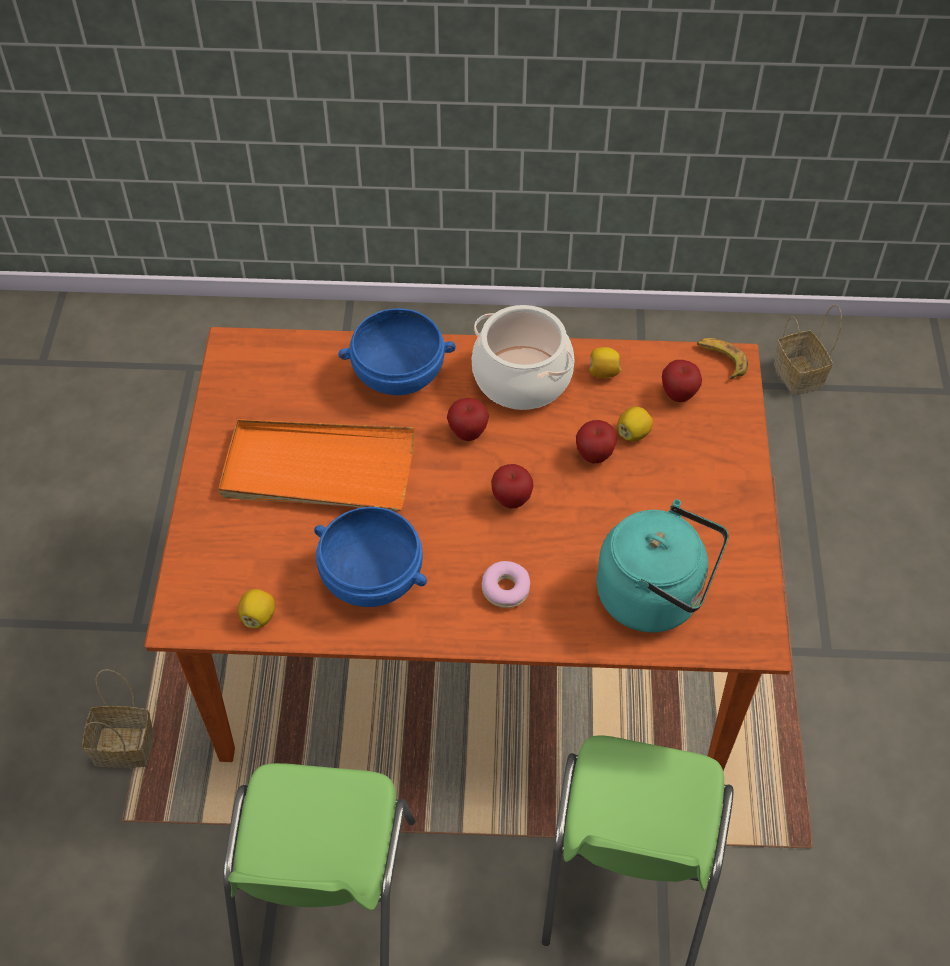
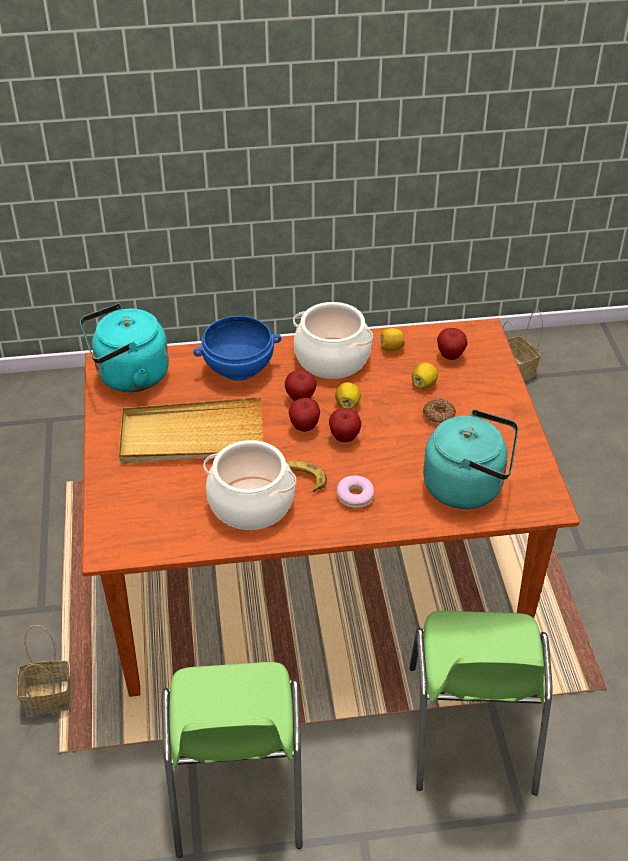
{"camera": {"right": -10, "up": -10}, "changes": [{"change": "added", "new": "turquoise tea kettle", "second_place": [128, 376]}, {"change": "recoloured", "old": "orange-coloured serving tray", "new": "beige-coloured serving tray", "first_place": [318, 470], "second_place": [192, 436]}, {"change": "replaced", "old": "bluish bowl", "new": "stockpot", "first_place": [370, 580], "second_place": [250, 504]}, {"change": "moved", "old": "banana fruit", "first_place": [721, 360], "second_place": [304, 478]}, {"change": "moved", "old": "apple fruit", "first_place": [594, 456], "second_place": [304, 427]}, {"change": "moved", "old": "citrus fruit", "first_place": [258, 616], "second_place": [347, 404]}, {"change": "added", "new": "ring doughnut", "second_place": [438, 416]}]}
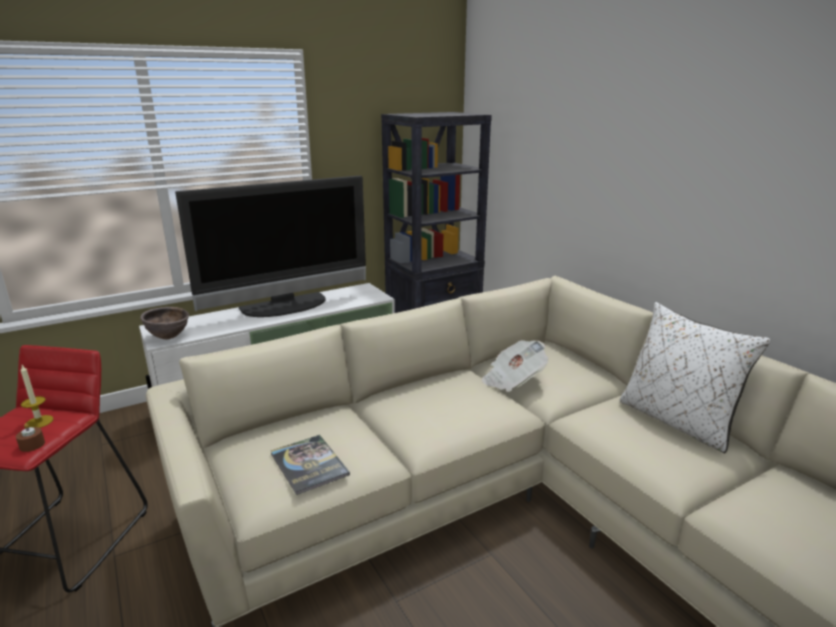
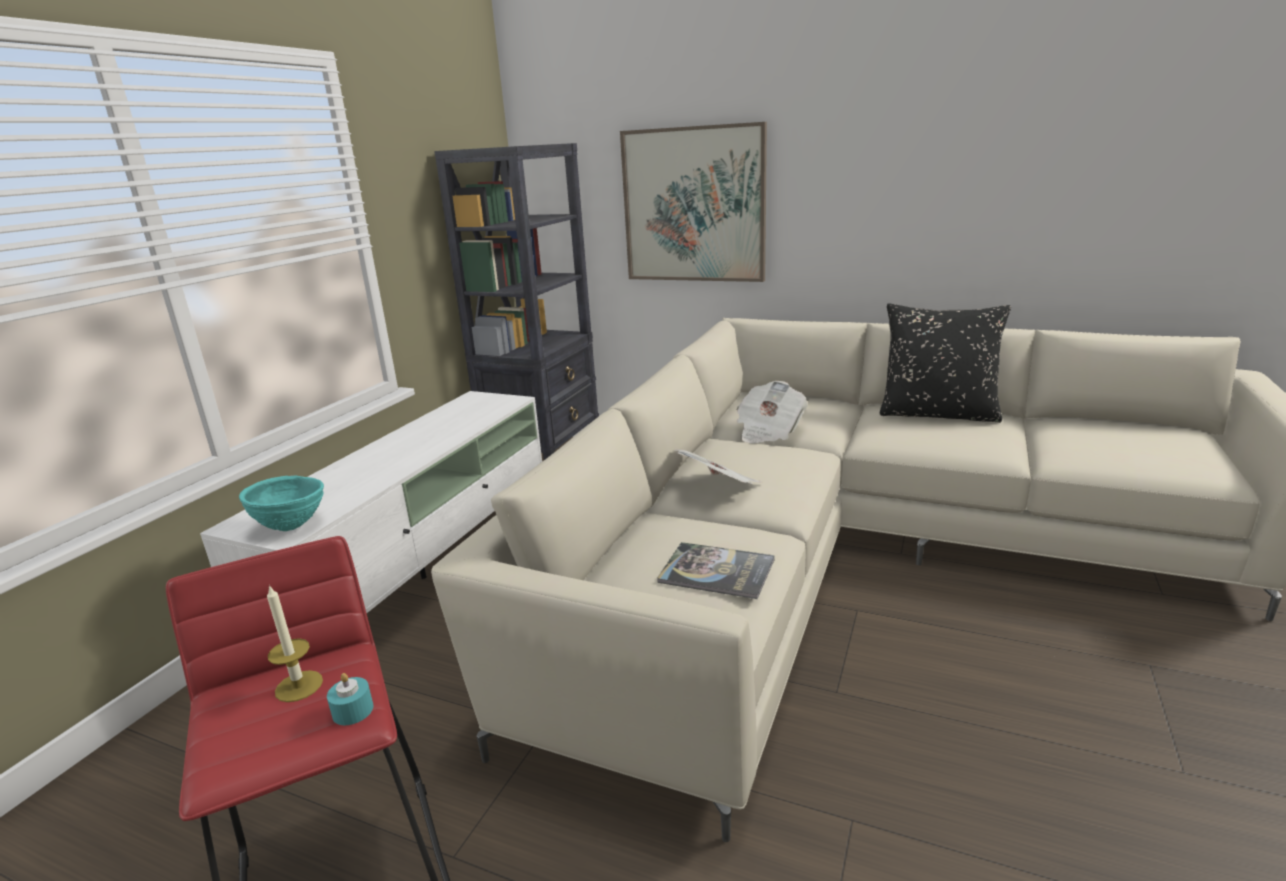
{"camera": {"right": -35, "up": 0}, "changes": [{"change": "recoloured", "old": "brown-coloured bowl", "new": "turquoise bowl", "first_place": [169, 337], "second_place": [291, 527]}, {"change": "recoloured", "old": "brown-coloured wax candle", "new": "turquoise wax candle", "first_place": [32, 445], "second_place": [353, 710]}, {"change": "added", "new": "wall picture", "second_place": [694, 205]}, {"change": "added", "new": "newspaper", "second_place": [719, 488]}, {"change": "recoloured", "old": "whitish pillow", "new": "blackish pillow", "first_place": [677, 421], "second_place": [938, 414]}, {"change": "removed", "old": "TV", "first_place": [286, 306]}]}
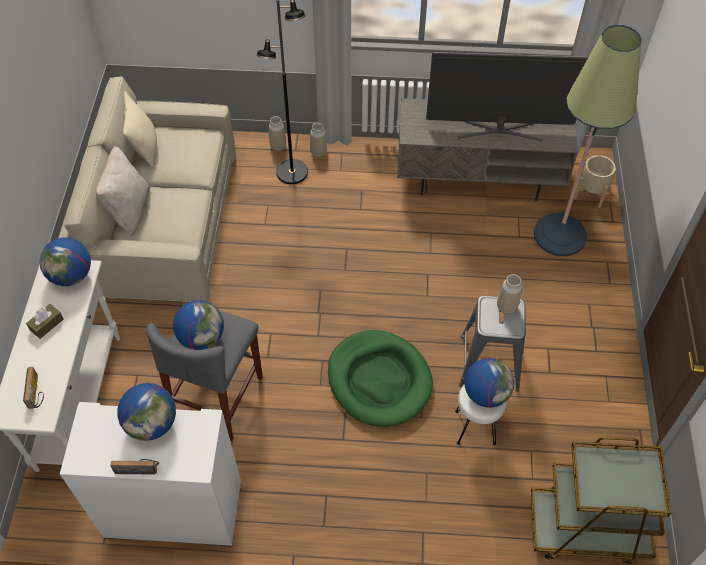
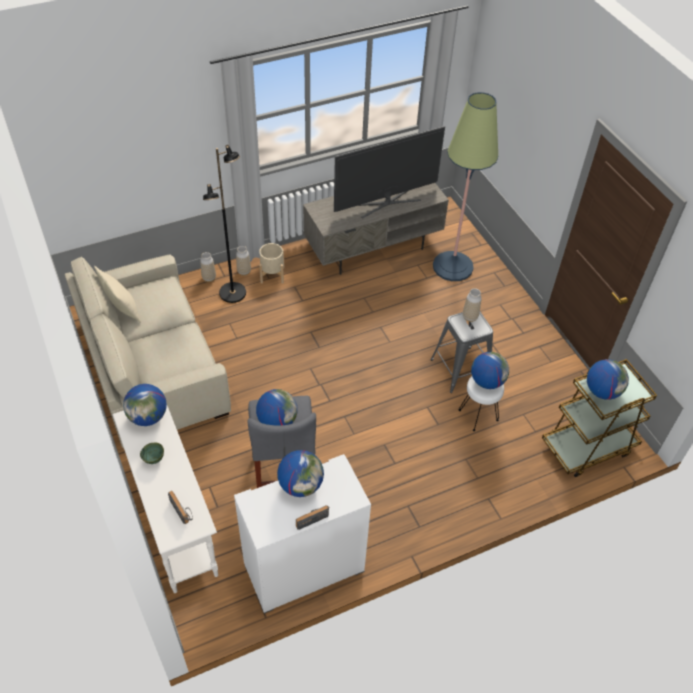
{"camera": {"right": -30, "up": -5}, "changes": [{"change": "replaced", "old": "brown-coloured tissue box", "new": "greenish bowl", "first_place": [46, 324], "second_place": [154, 459]}, {"change": "moved", "old": "beige-coloured plant pot", "first_place": [591, 193], "second_place": [272, 275]}, {"change": "added", "new": "desk globe", "second_place": [602, 391]}, {"change": "removed", "old": "beige-coloured pillow", "first_place": [129, 210]}, {"change": "removed", "old": "greenish dog bed", "first_place": [379, 380]}]}
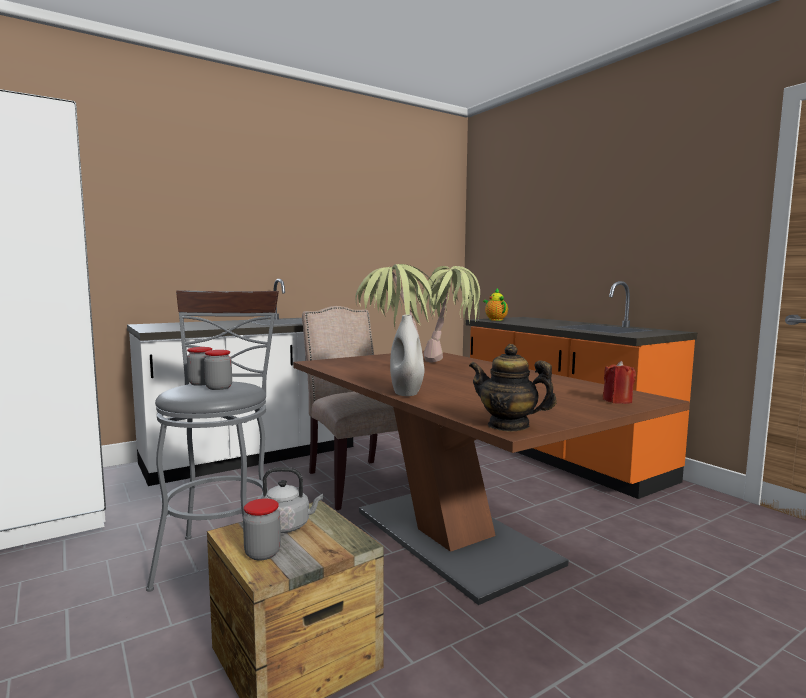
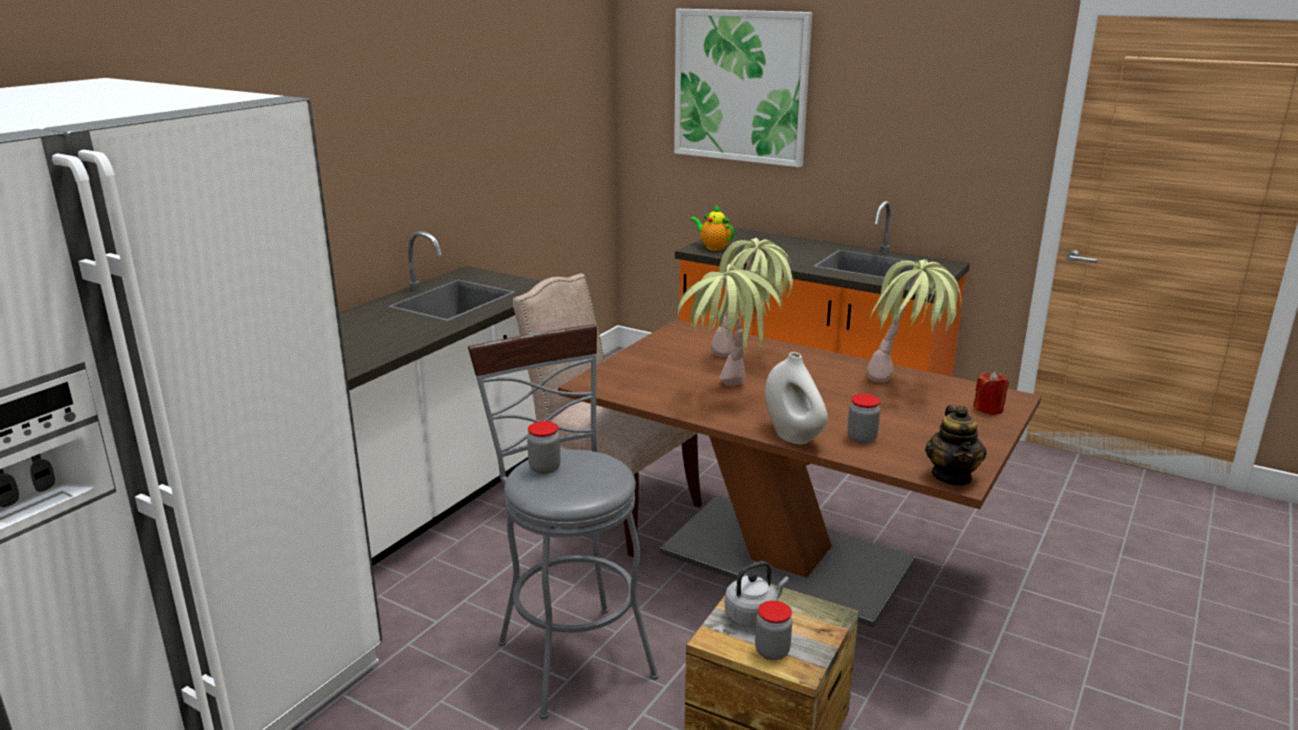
{"camera": {"right": -25, "up": 15}, "changes": [{"change": "added", "new": "wall picture", "second_place": [740, 86]}, {"change": "moved", "old": "preserve jar", "first_place": [219, 388], "second_place": [861, 438]}, {"change": "added", "new": "houseplant", "second_place": [906, 388]}, {"change": "turned", "old": "teapot", "first_place": [508, 425], "second_place": [952, 476], "degrees": -90}]}
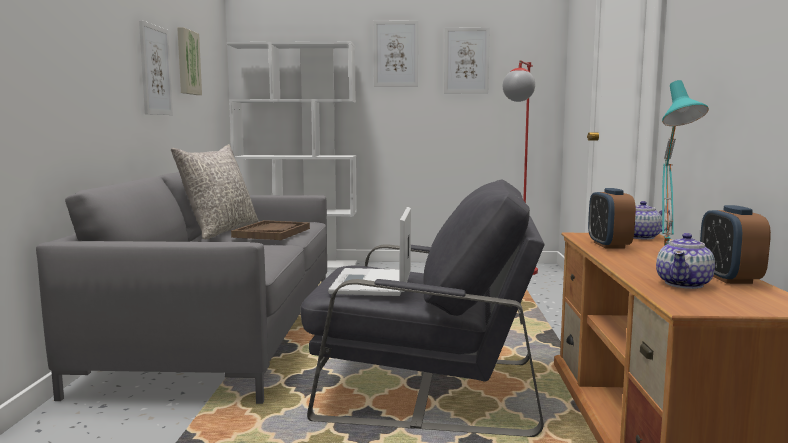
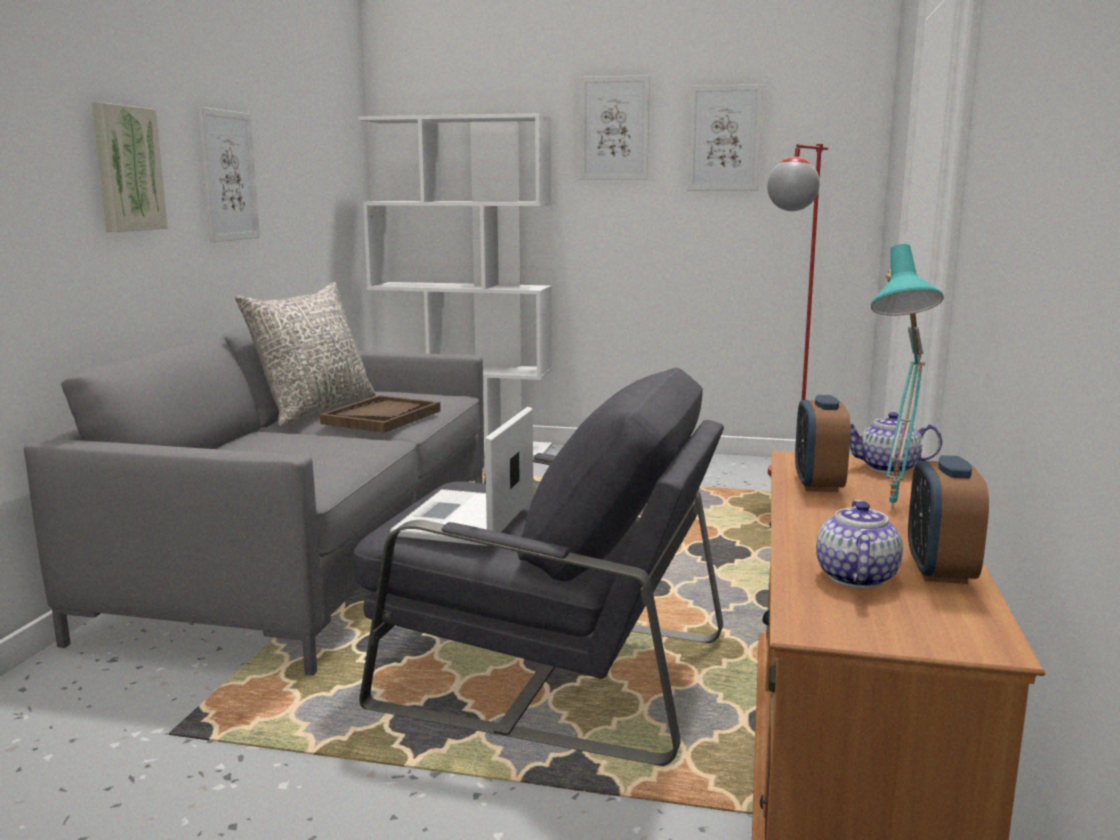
{"camera": {"right": 10, "up": 5}, "changes": [{"change": "moved", "old": "wall picture", "first_place": [187, 62], "second_place": [126, 169]}, {"change": "turned", "old": "teapot", "first_place": [684, 284], "second_place": [855, 577], "degrees": 150}]}
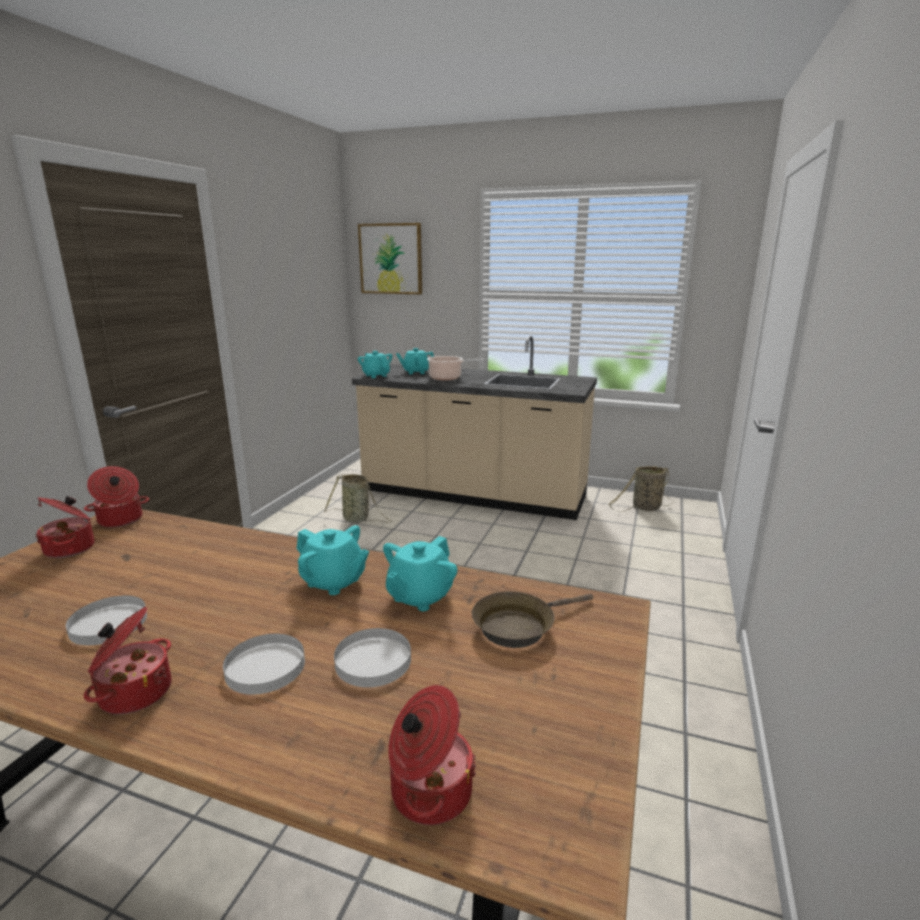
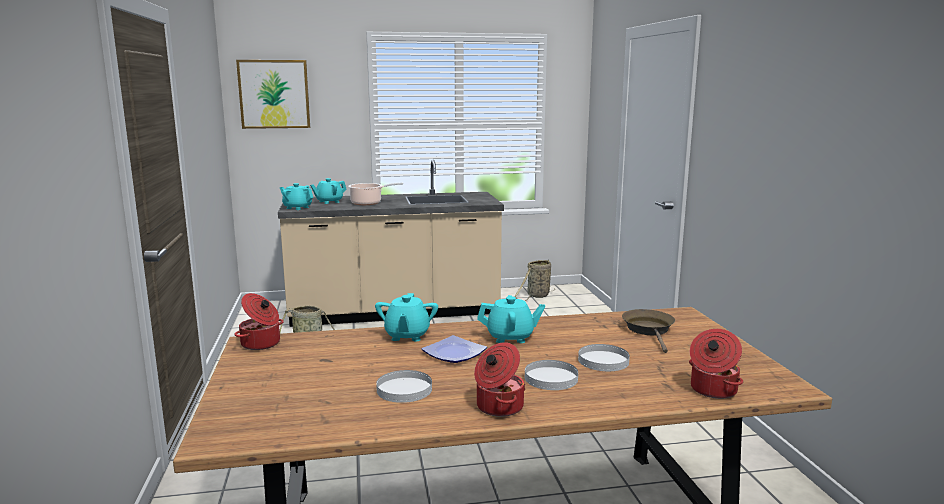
{"camera": {"right": -30, "up": -5}, "changes": [{"change": "moved", "old": "turquoise teapot", "first_place": [419, 596], "second_place": [407, 335]}, {"change": "added", "new": "flat dish", "second_place": [453, 353]}, {"change": "turned", "old": "brown-coloured frying pan", "first_place": [519, 626], "second_place": [649, 330], "degrees": 150}, {"change": "removed", "old": "stockpot", "first_place": [71, 548]}]}
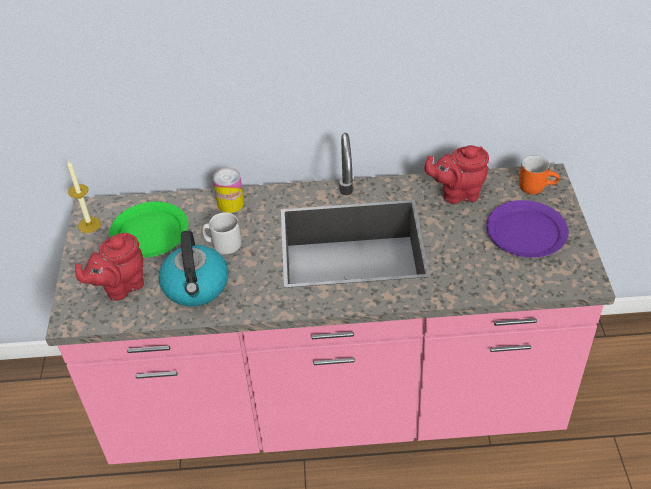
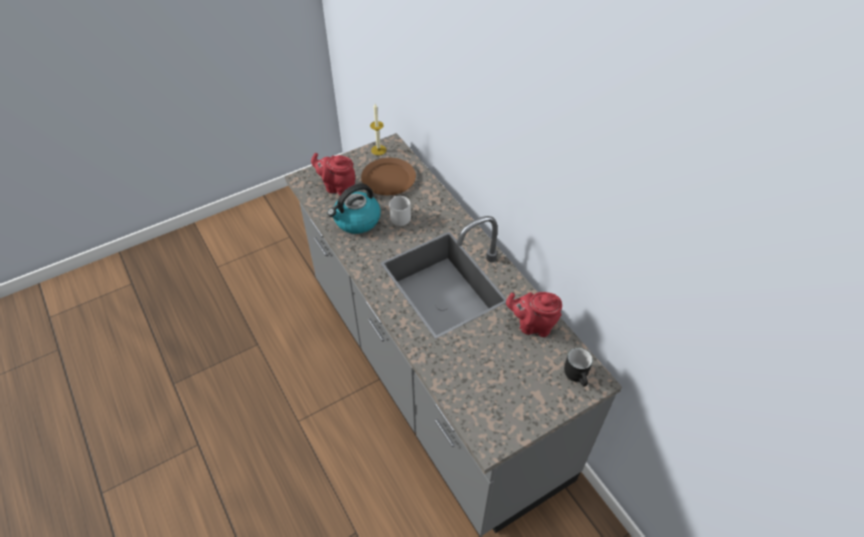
{"camera": {"right": 60, "up": 5}, "changes": [{"change": "recoloured", "old": "pink kitchen base unit", "new": "gray kitchen base unit", "first_place": [334, 403], "second_place": [432, 376]}, {"change": "recoloured", "old": "greenish flat dish", "new": "brown-coloured flat dish", "first_place": [150, 233], "second_place": [388, 179]}, {"change": "turned", "old": "red teapot", "first_place": [457, 193], "second_place": [533, 325], "degrees": -45}, {"change": "recoloured", "old": "orange-coloured coffee mug", "new": "blackish coffee mug", "first_place": [536, 186], "second_place": [578, 375]}, {"change": "removed", "old": "can", "first_place": [230, 203]}, {"change": "removed", "old": "purple flat dish", "first_place": [526, 232]}]}
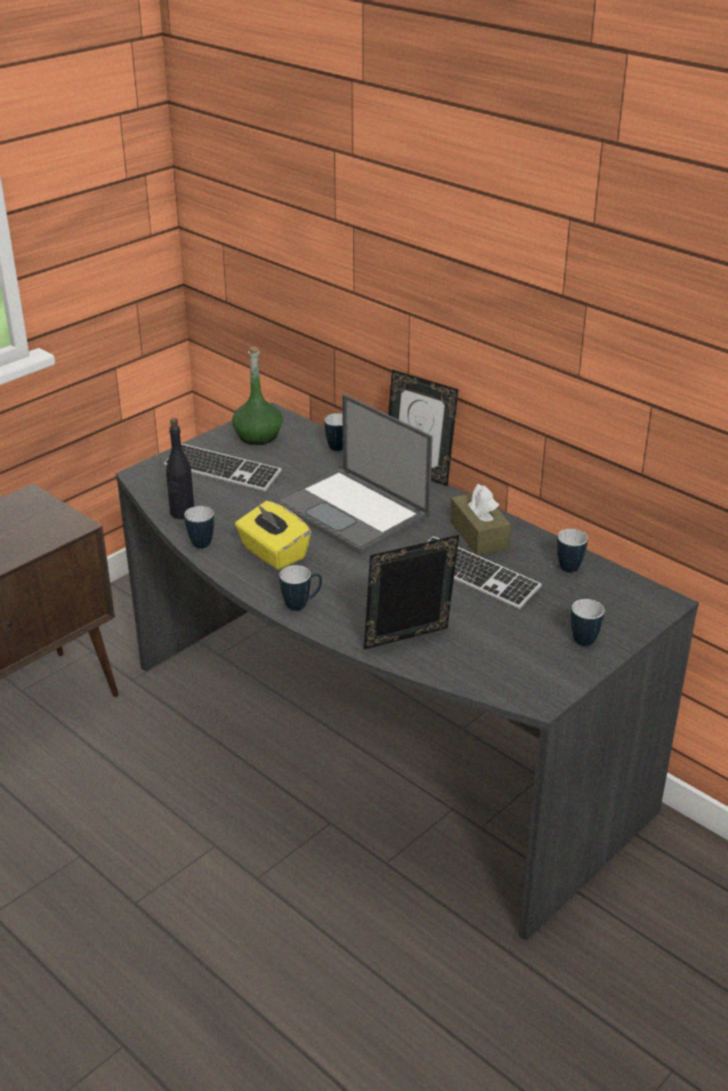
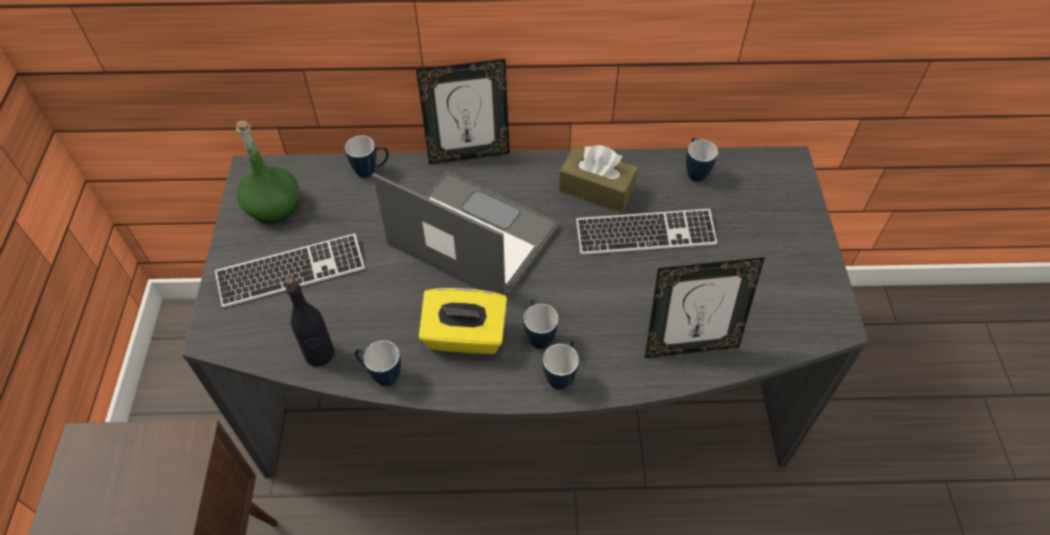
{"camera": {"right": -45, "up": 20}, "changes": [{"change": "turned", "old": "notebook computer", "first_place": [354, 511], "second_place": [471, 235], "degrees": -150}, {"change": "moved", "old": "coffee mug", "first_place": [586, 637], "second_place": [538, 335]}, {"change": "turned", "old": "photo frame", "first_place": [409, 643], "second_place": [690, 345], "degrees": -120}]}
